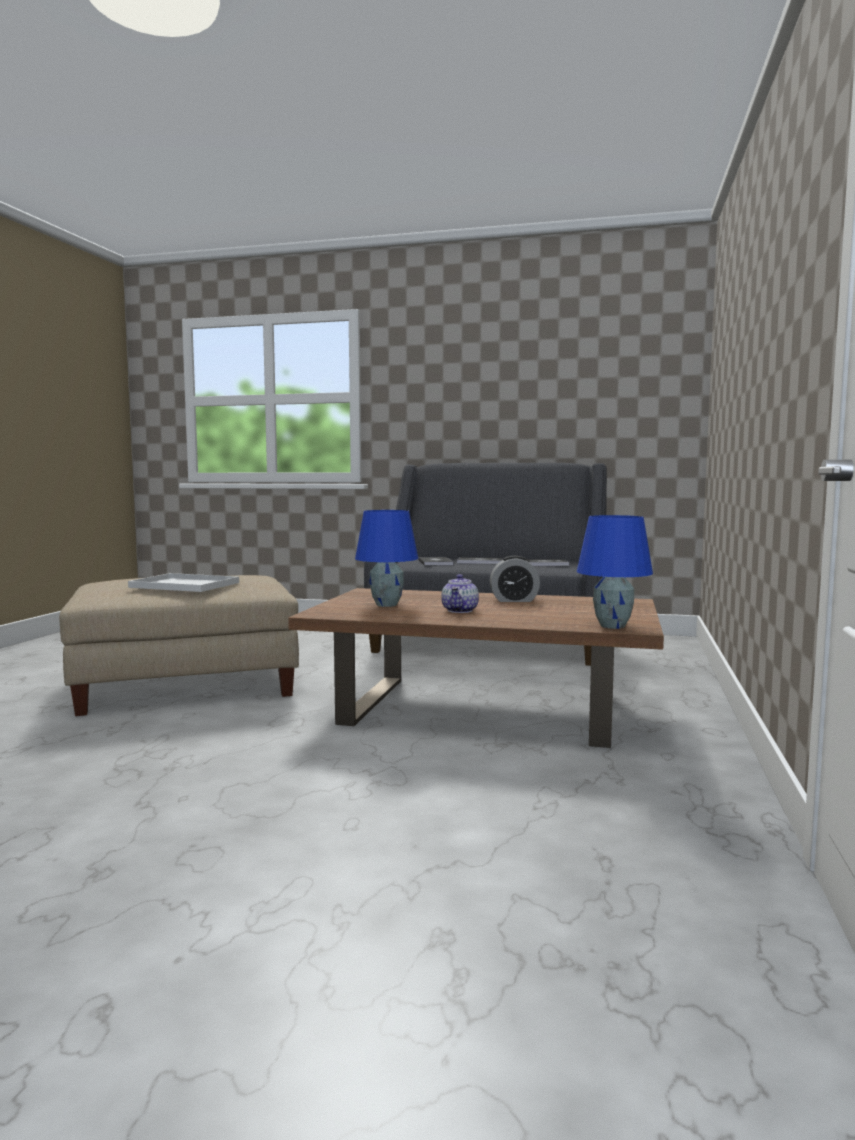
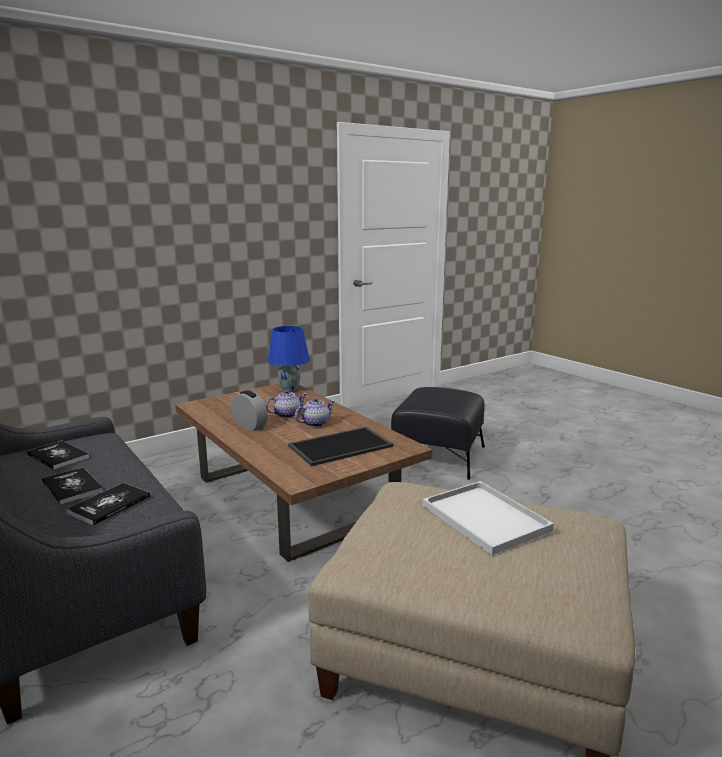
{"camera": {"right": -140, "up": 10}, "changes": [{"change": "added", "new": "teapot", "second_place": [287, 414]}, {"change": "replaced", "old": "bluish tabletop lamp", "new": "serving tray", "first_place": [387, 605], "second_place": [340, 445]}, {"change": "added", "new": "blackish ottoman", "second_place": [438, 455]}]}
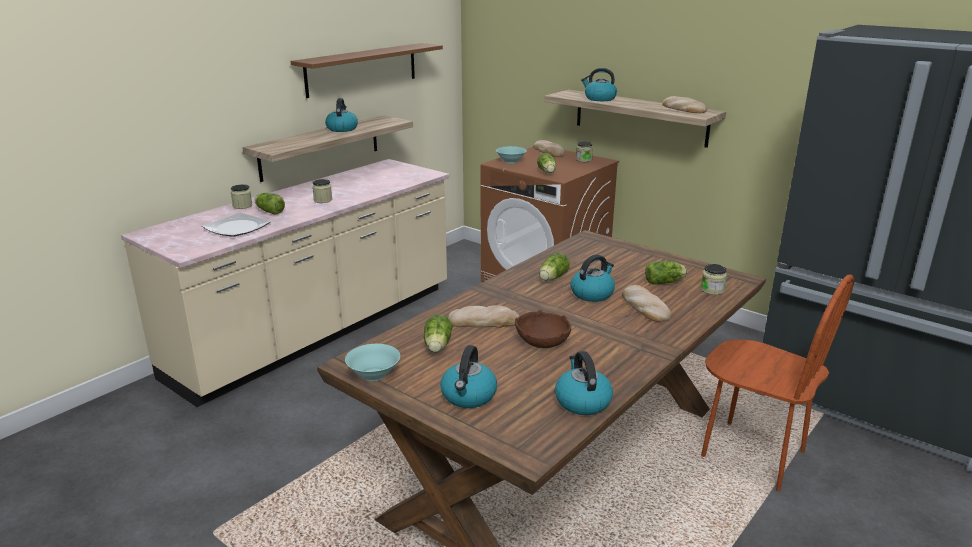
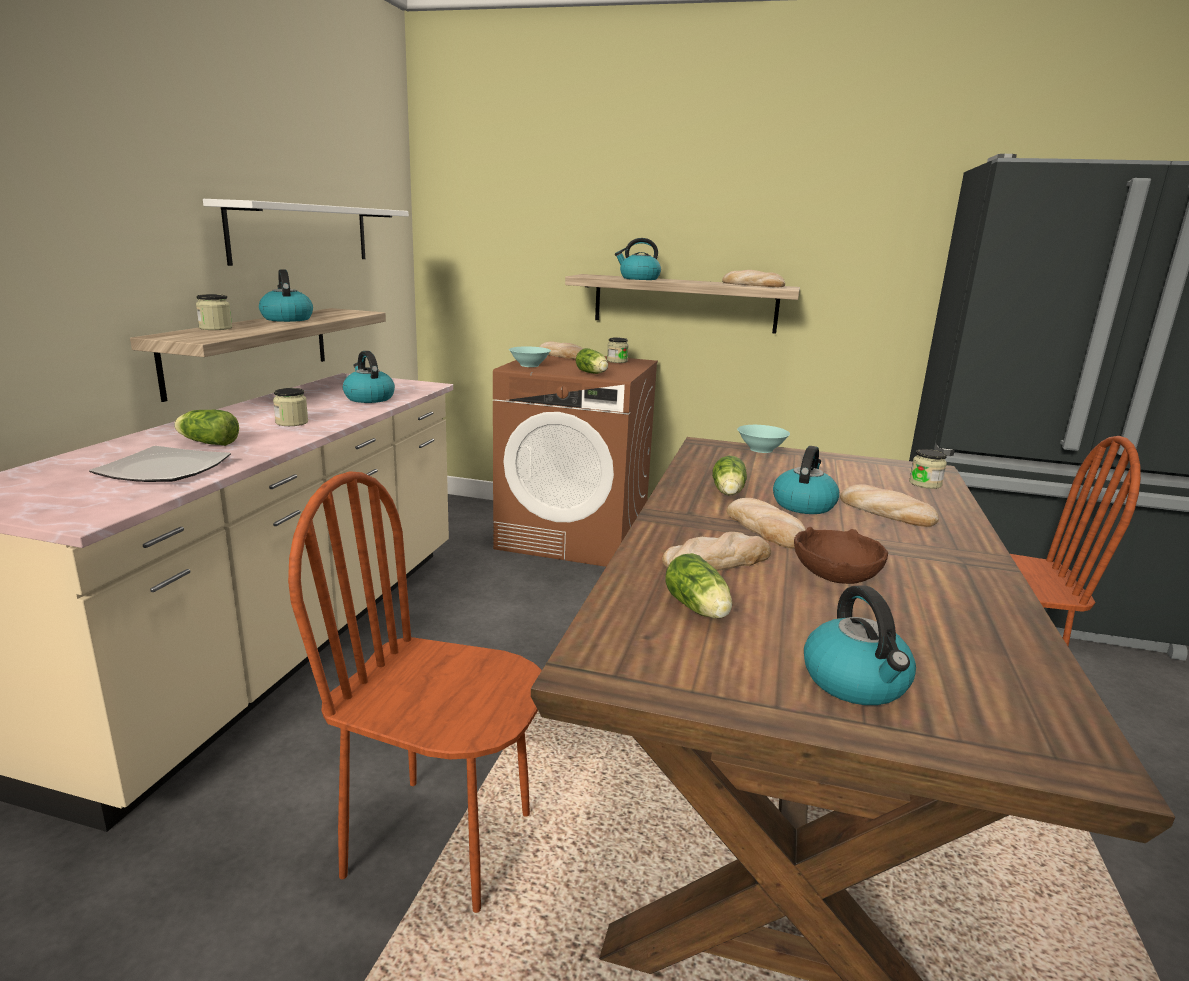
{"camera": {"right": -25, "up": -5}, "changes": [{"change": "moved", "old": "preserve jar", "first_place": [242, 206], "second_place": [215, 328]}, {"change": "recoloured", "old": "brown-coloured wall shelf", "new": "whitish wall shelf", "first_place": [362, 69], "second_place": [302, 233]}, {"change": "added", "new": "brown-coloured chair", "second_place": [440, 842]}, {"change": "moved", "old": "tea kettle", "first_place": [582, 401], "second_place": [368, 398]}, {"change": "added", "new": "bread", "second_place": [766, 529]}, {"change": "moved", "old": "turquoise bowl", "first_place": [374, 375], "second_place": [761, 450]}, {"change": "removed", "old": "head of lettuce", "first_place": [665, 282]}]}
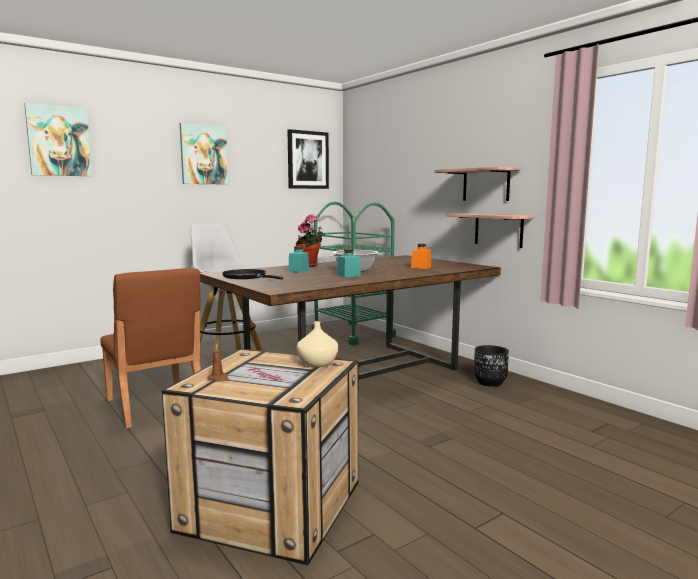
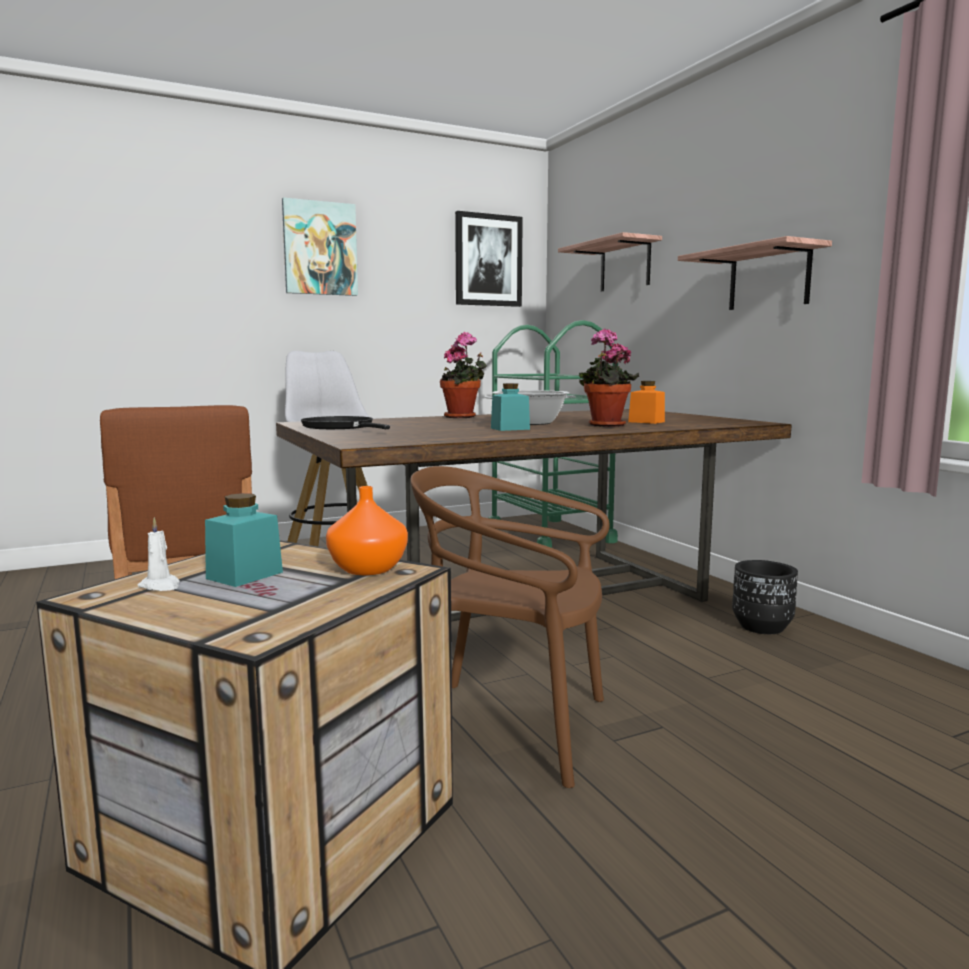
{"camera": {"right": 10, "up": 0}, "changes": [{"change": "recoloured", "old": "brown-coloured wax candle", "new": "whitish wax candle", "first_place": [218, 379], "second_place": [160, 586]}, {"change": "moved", "old": "turquoise preserve jar", "first_place": [298, 271], "second_place": [244, 575]}, {"change": "recoloured", "old": "beige-coloured vase", "new": "orange-coloured vase", "first_place": [316, 364], "second_place": [366, 569]}, {"change": "added", "new": "brown-coloured chair", "second_place": [510, 726]}, {"change": "moved", "old": "wall shelf", "first_place": [498, 230], "second_place": [625, 266]}, {"change": "added", "new": "houseplant", "second_place": [604, 425]}, {"change": "removed", "old": "wall picture", "first_place": [59, 141]}]}
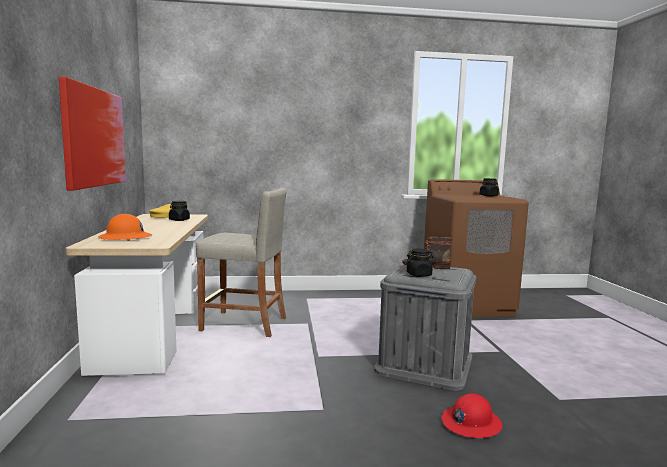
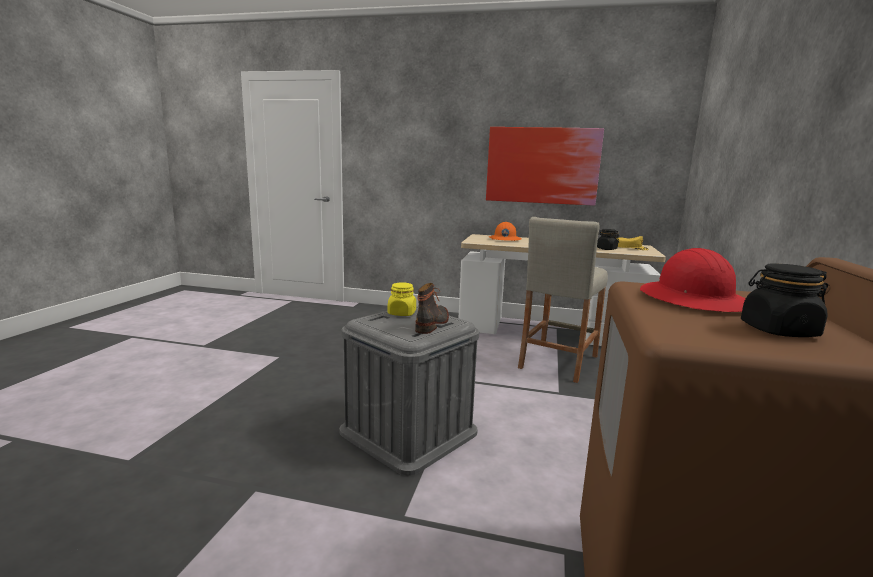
{"camera": {"right": 110, "up": 5}, "changes": [{"change": "recoloured", "old": "blackish preserve jar", "new": "yellow preserve jar", "first_place": [419, 274], "second_place": [402, 313]}, {"change": "moved", "old": "red work helmet", "first_place": [470, 423], "second_place": [693, 300]}]}
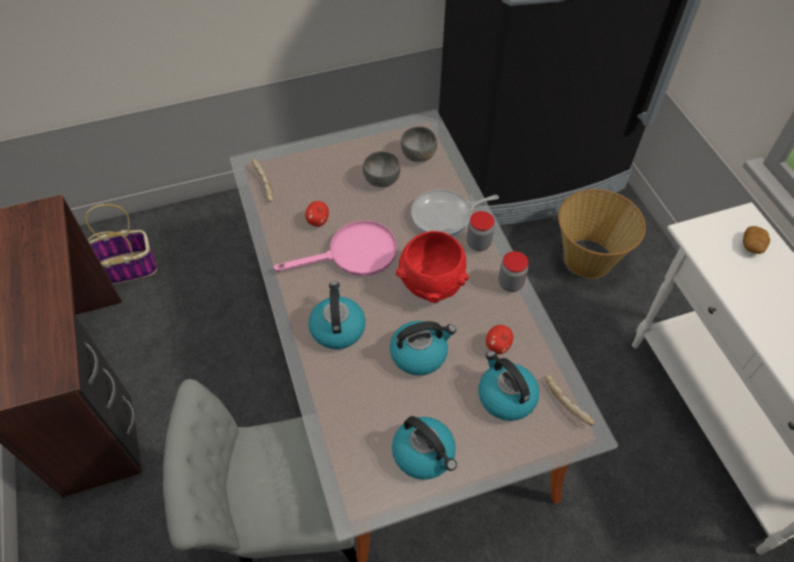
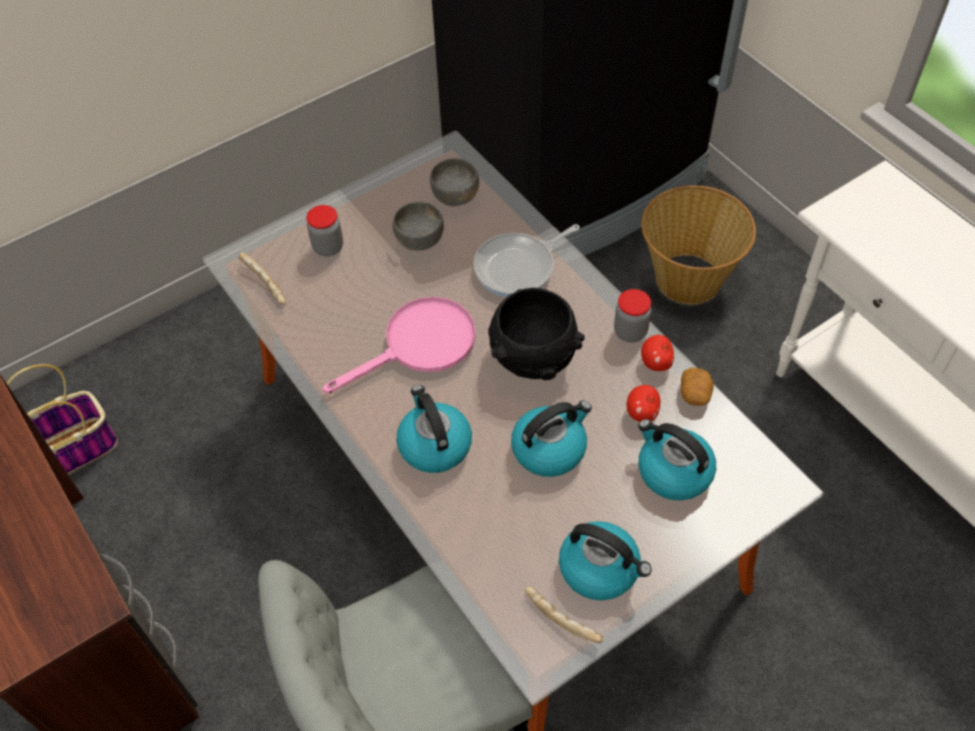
{"camera": {"right": -15, "up": 0}, "changes": [{"change": "moved", "old": "preserve jar", "first_place": [478, 243], "second_place": [328, 247]}, {"change": "recoloured", "old": "red bowl", "new": "blackish bowl", "first_place": [432, 284], "second_place": [533, 358]}, {"change": "moved", "old": "bread", "first_place": [567, 402], "second_place": [563, 618]}, {"change": "moved", "old": "apple fruit", "first_place": [318, 221], "second_place": [656, 363]}, {"change": "moved", "old": "potato", "first_place": [752, 246], "second_place": [695, 394]}]}
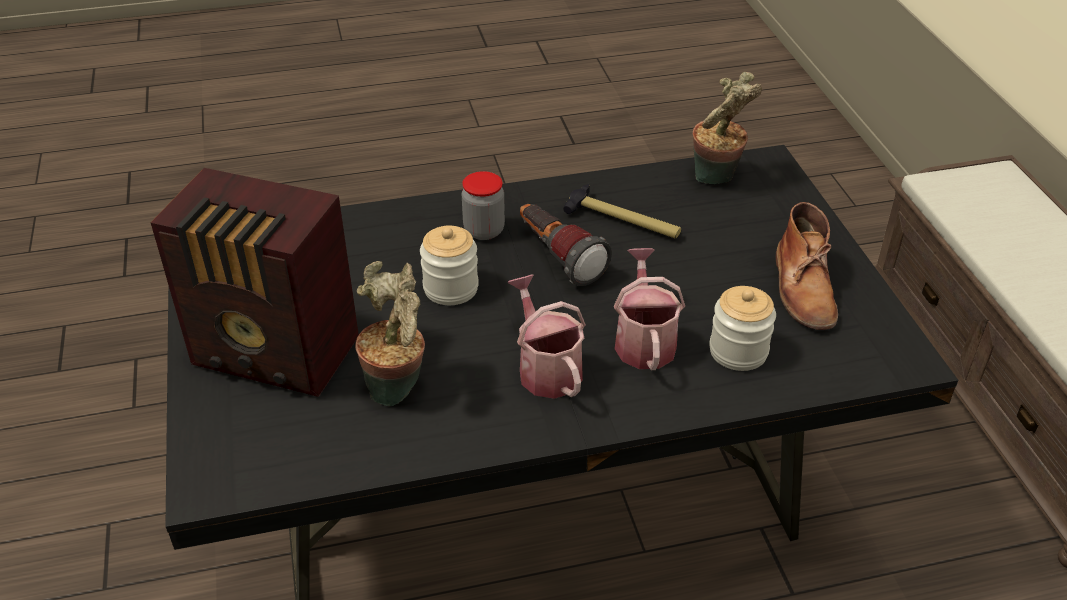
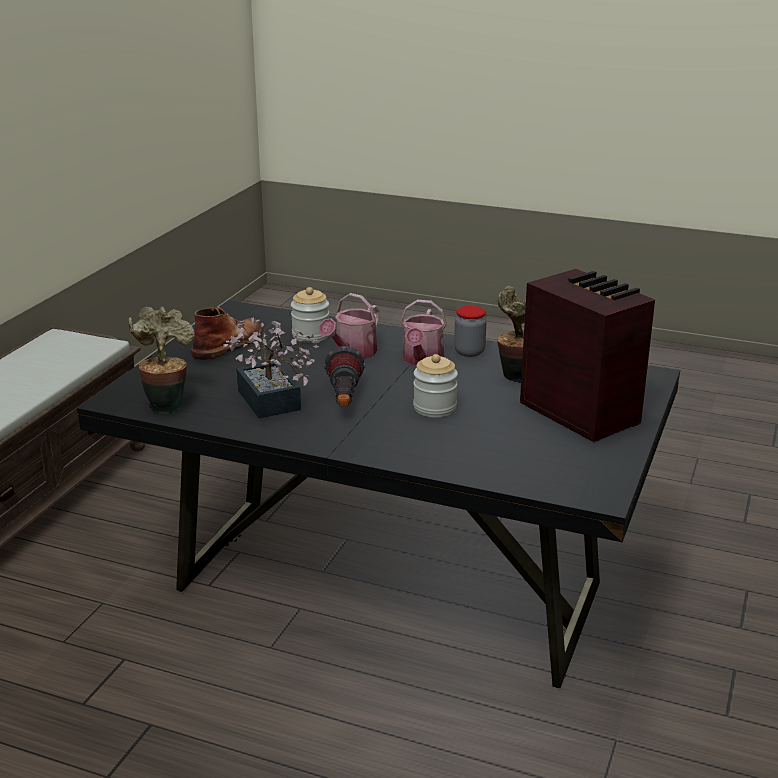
{"camera": {"right": -145, "up": -15}, "changes": [{"change": "replaced", "old": "hammer", "new": "houseplant", "first_place": [623, 221], "second_place": [271, 404]}, {"change": "moved", "old": "preserve jar", "first_place": [484, 230], "second_place": [469, 352]}]}
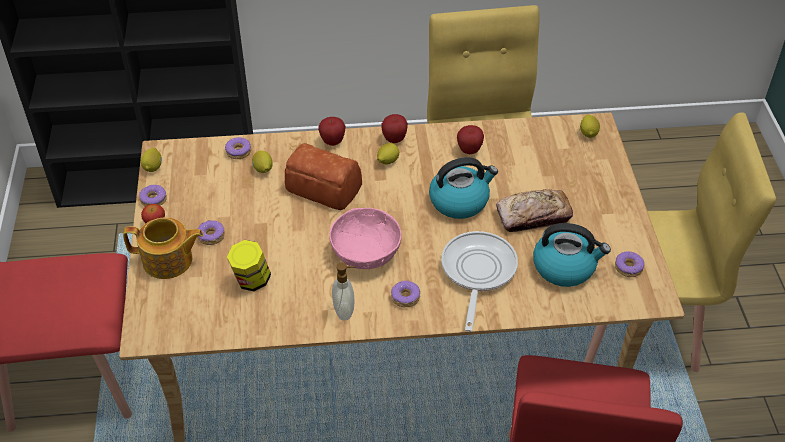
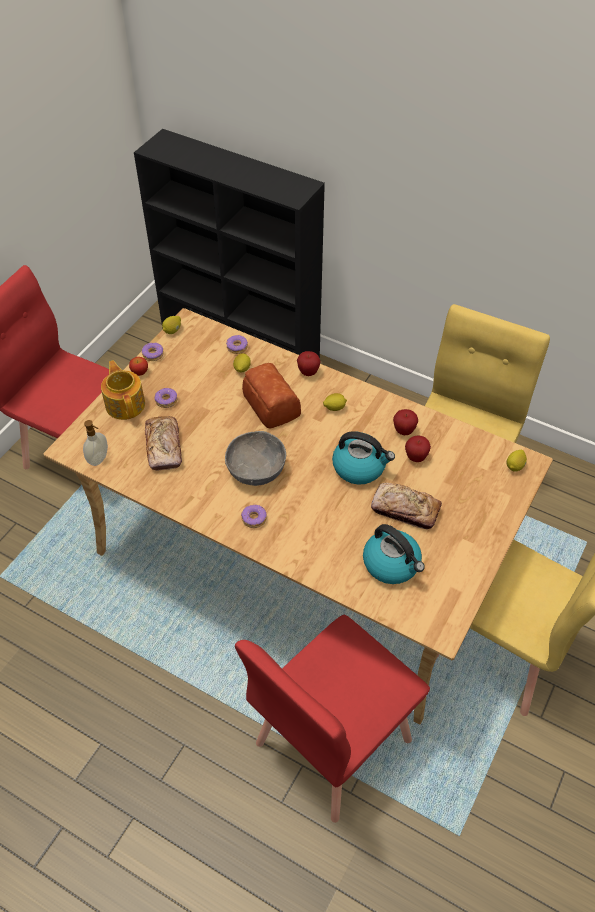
{"camera": {"right": 35, "up": 5}, "changes": [{"change": "moved", "old": "soap bottle", "first_place": [345, 311], "second_place": [99, 459]}, {"change": "turned", "old": "teapot", "first_place": [168, 261], "second_place": [125, 404], "degrees": -150}, {"change": "replaced", "old": "preserve jar", "new": "bread", "first_place": [251, 281], "second_place": [164, 447]}, {"change": "recoloured", "old": "pink bowl", "new": "gray bowl", "first_place": [366, 253], "second_place": [256, 470]}, {"change": "moved", "old": "apple fruit", "first_place": [394, 139], "second_place": [416, 457]}, {"change": "removed", "old": "frying pan", "first_place": [477, 273]}, {"change": "removed", "old": "ring doughnut", "first_place": [628, 268]}]}
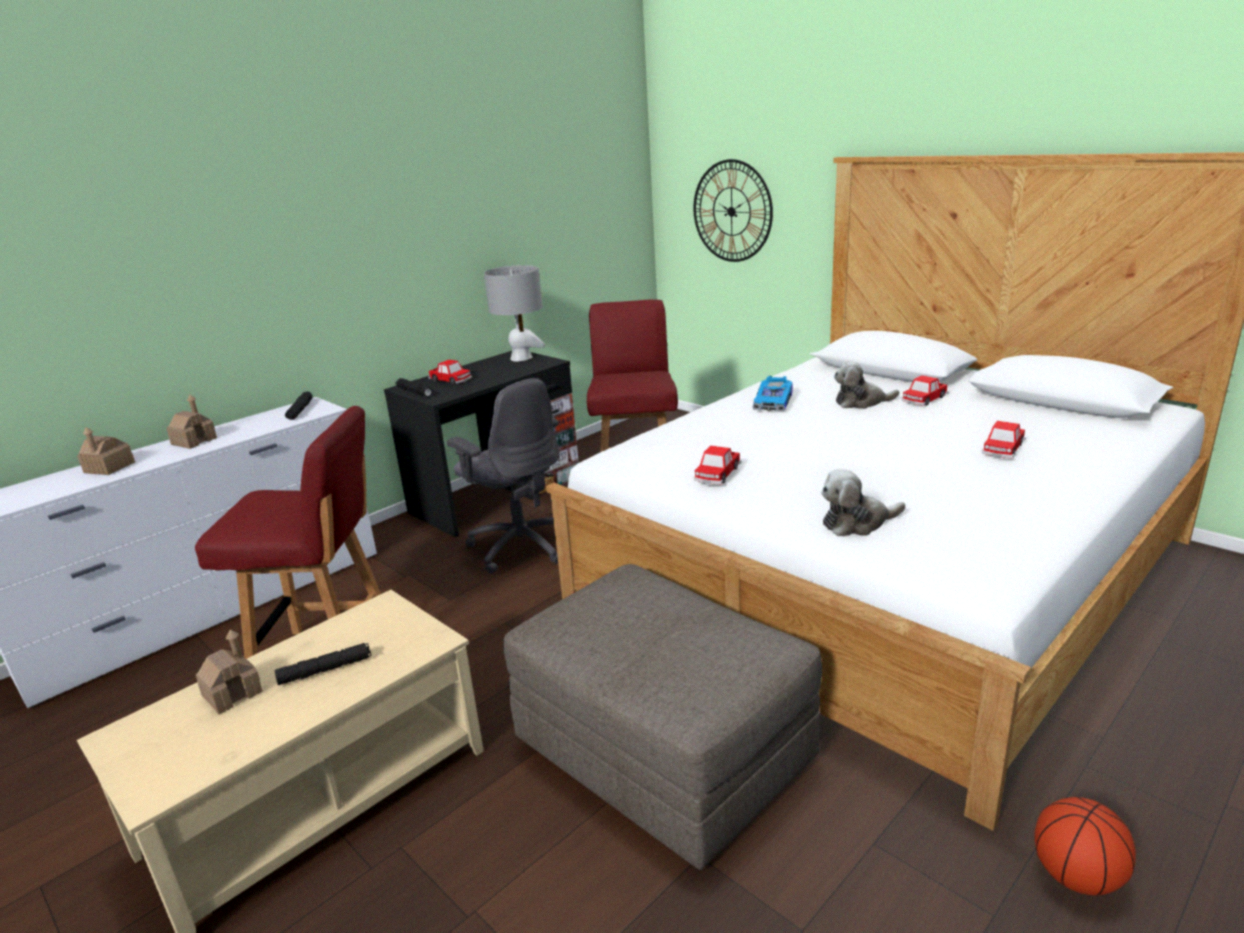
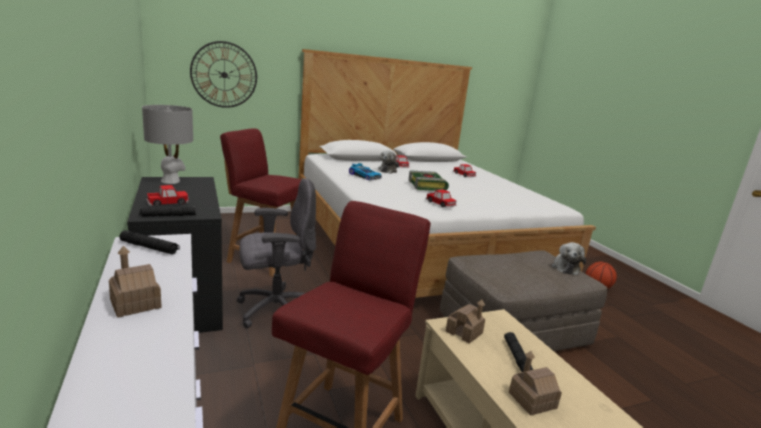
{"camera": {"right": -70, "up": -5}, "changes": [{"change": "added", "new": "bound book", "second_place": [427, 186]}, {"change": "moved", "old": "model house", "first_place": [109, 467], "second_place": [464, 332]}, {"change": "moved", "old": "cuddly toy", "first_place": [857, 523], "second_place": [565, 267]}]}
